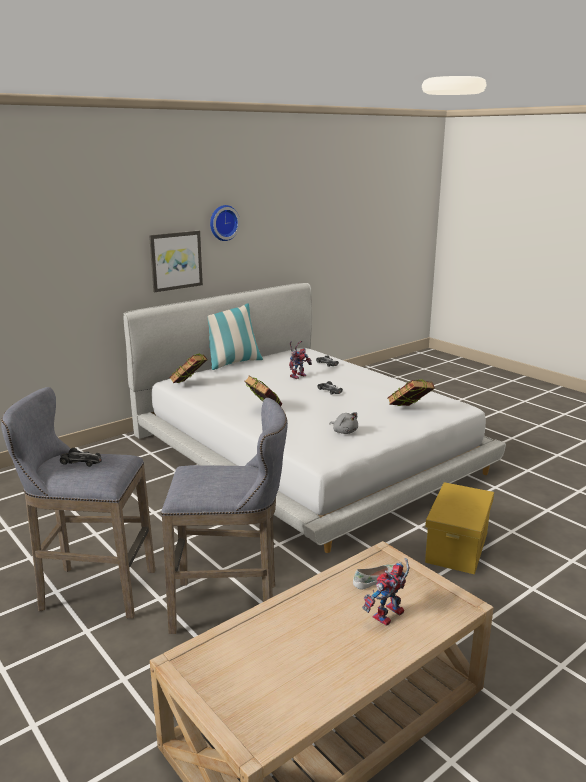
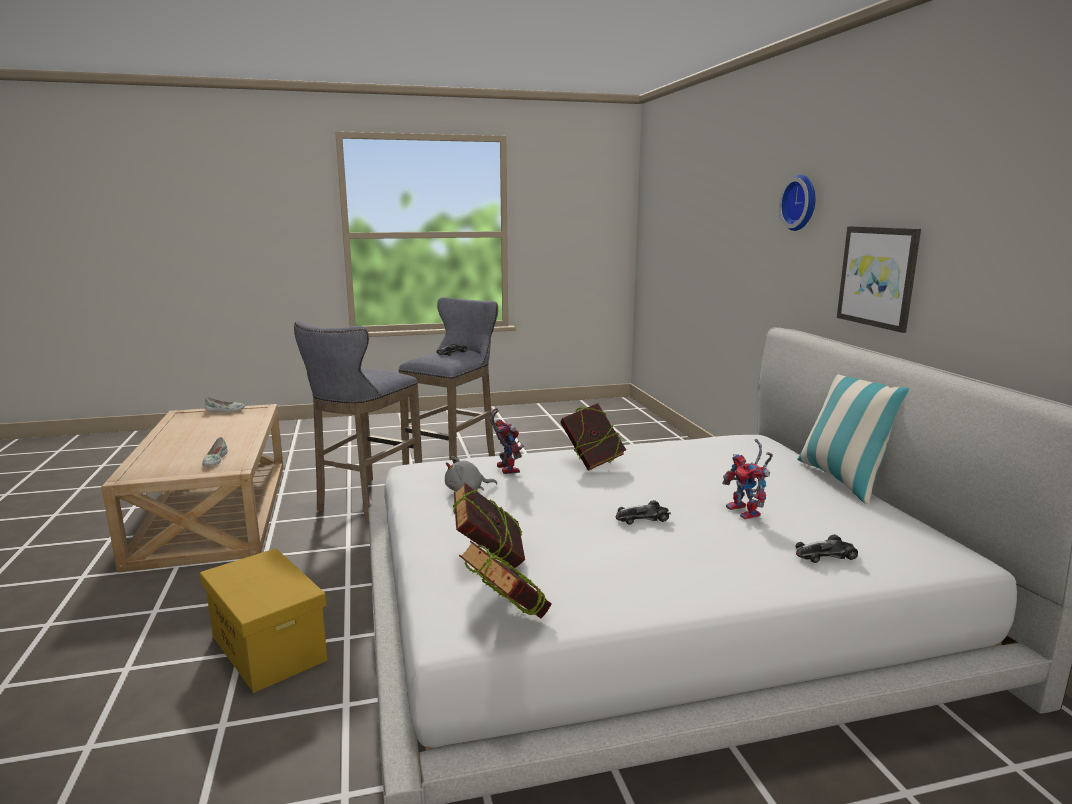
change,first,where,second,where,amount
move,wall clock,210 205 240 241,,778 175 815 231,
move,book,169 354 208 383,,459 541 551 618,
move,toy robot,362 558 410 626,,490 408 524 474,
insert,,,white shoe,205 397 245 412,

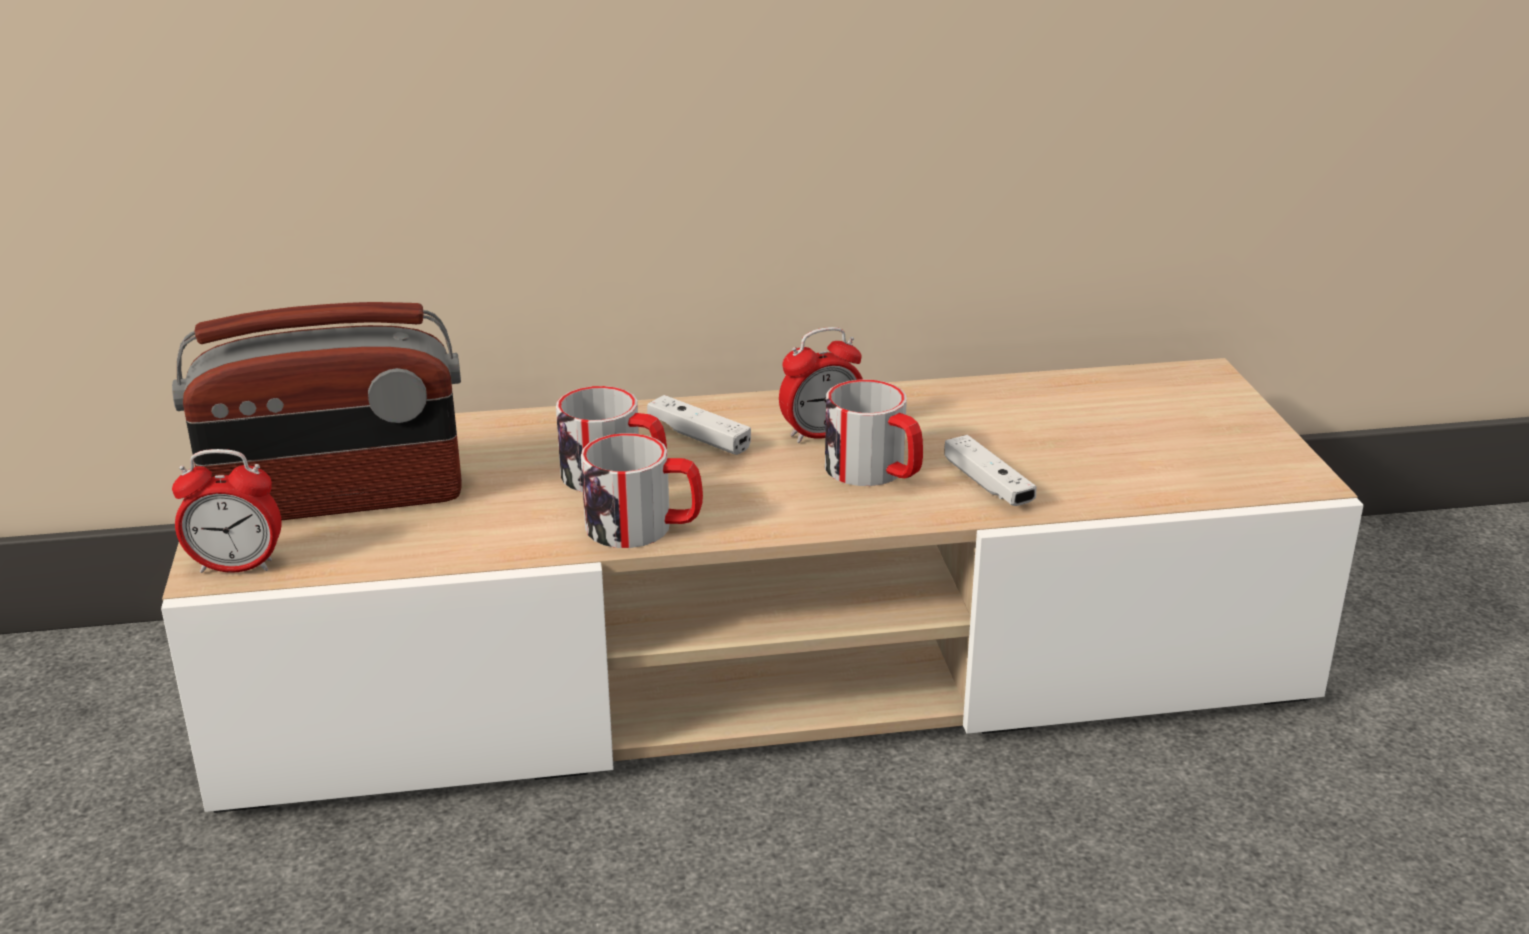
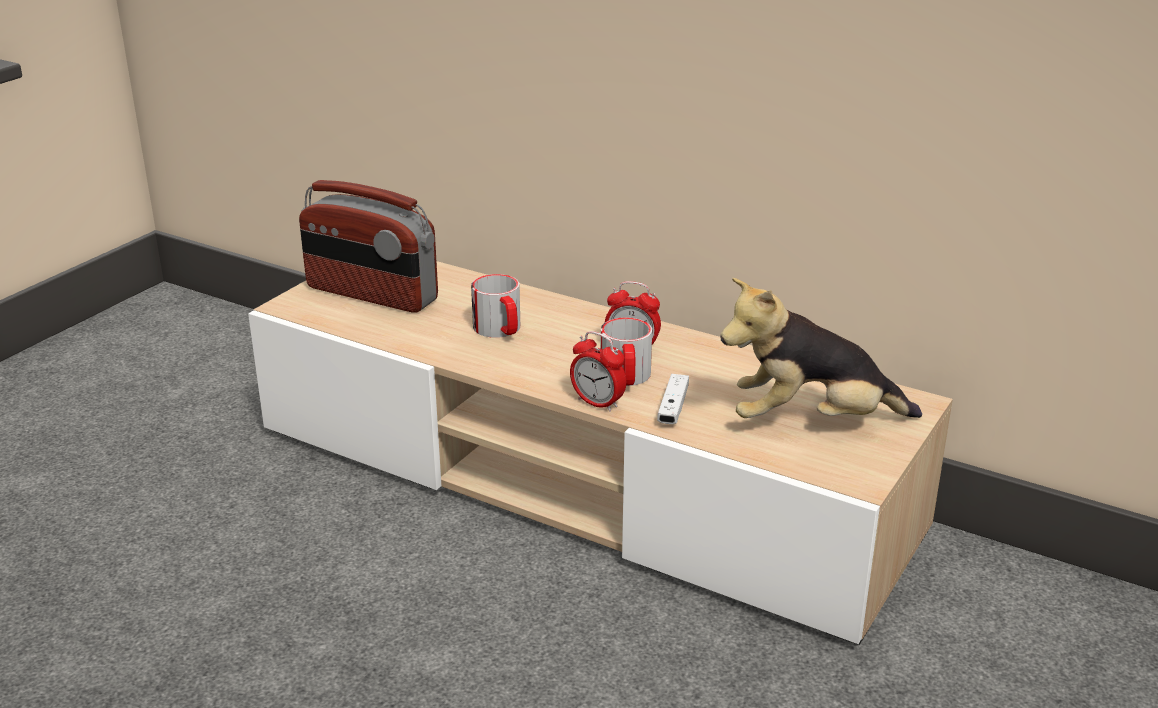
change,first,where,second,where,amount
delete,white game controller,647 395 751 455,,,
delete,mug,581 433 703 548,,,
move,alarm clock,172 449 282 573,,570 331 626 412,
insert,,,plush toy,720 278 922 418,

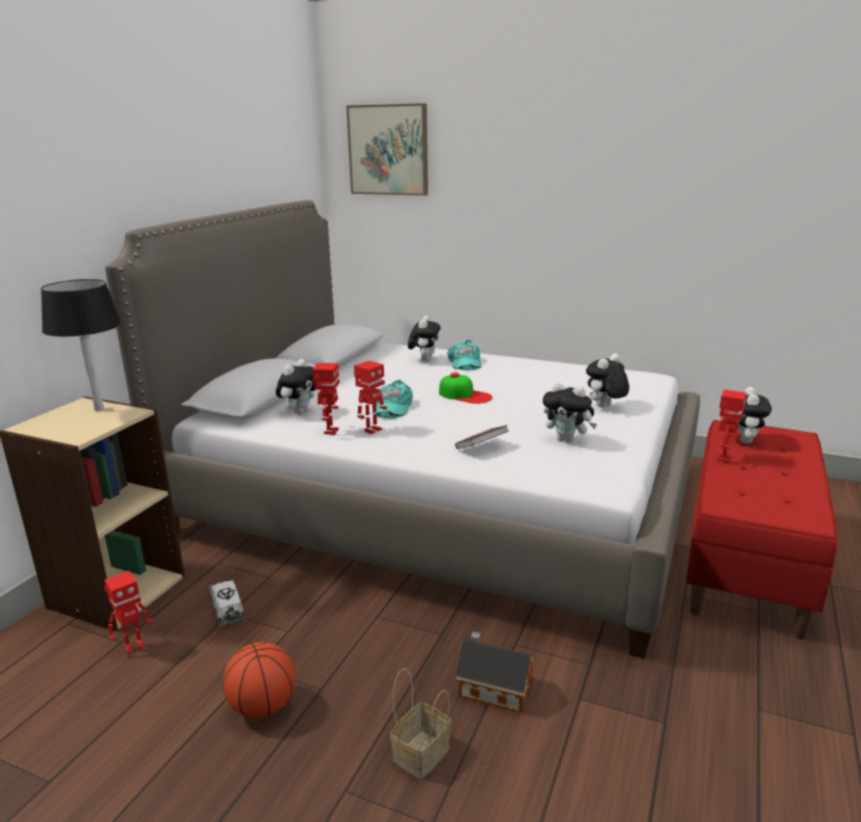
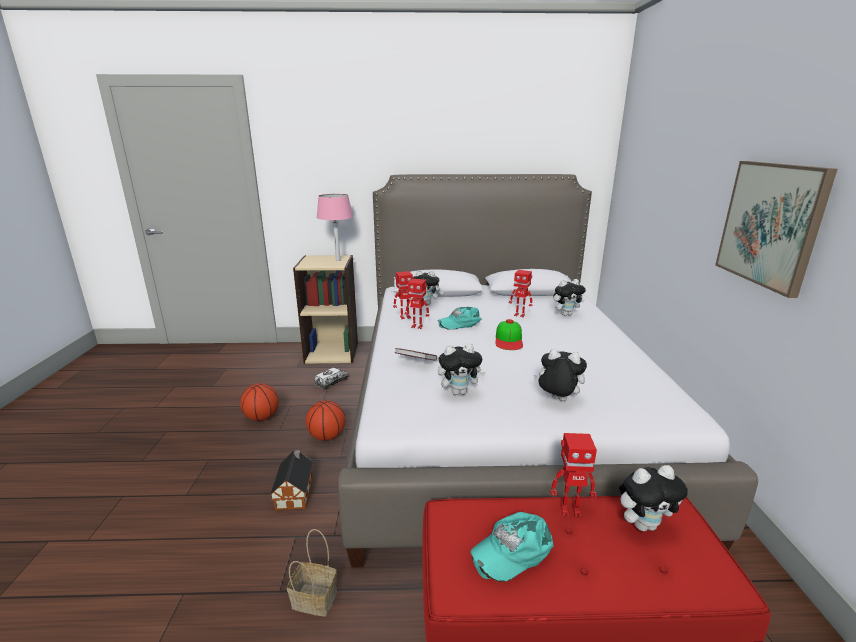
change,first,where,second,where,amount
move,picture,346 103 428 196,,715 161 838 298,
recolor,black table lamp,41 279 121 411,pink table lamp,316 194 353 261,
move,turquoise cap,447 340 482 370,,471 512 554 582,
rotate,plush toy,543 382 597 443,,438 344 486 395,105 degrees counterclockwise
move,toy robot,104 571 153 654,,509 270 532 317,
move,basket,390 668 451 779,,287 529 337 617,
insert,,,basketball,305 400 346 441,

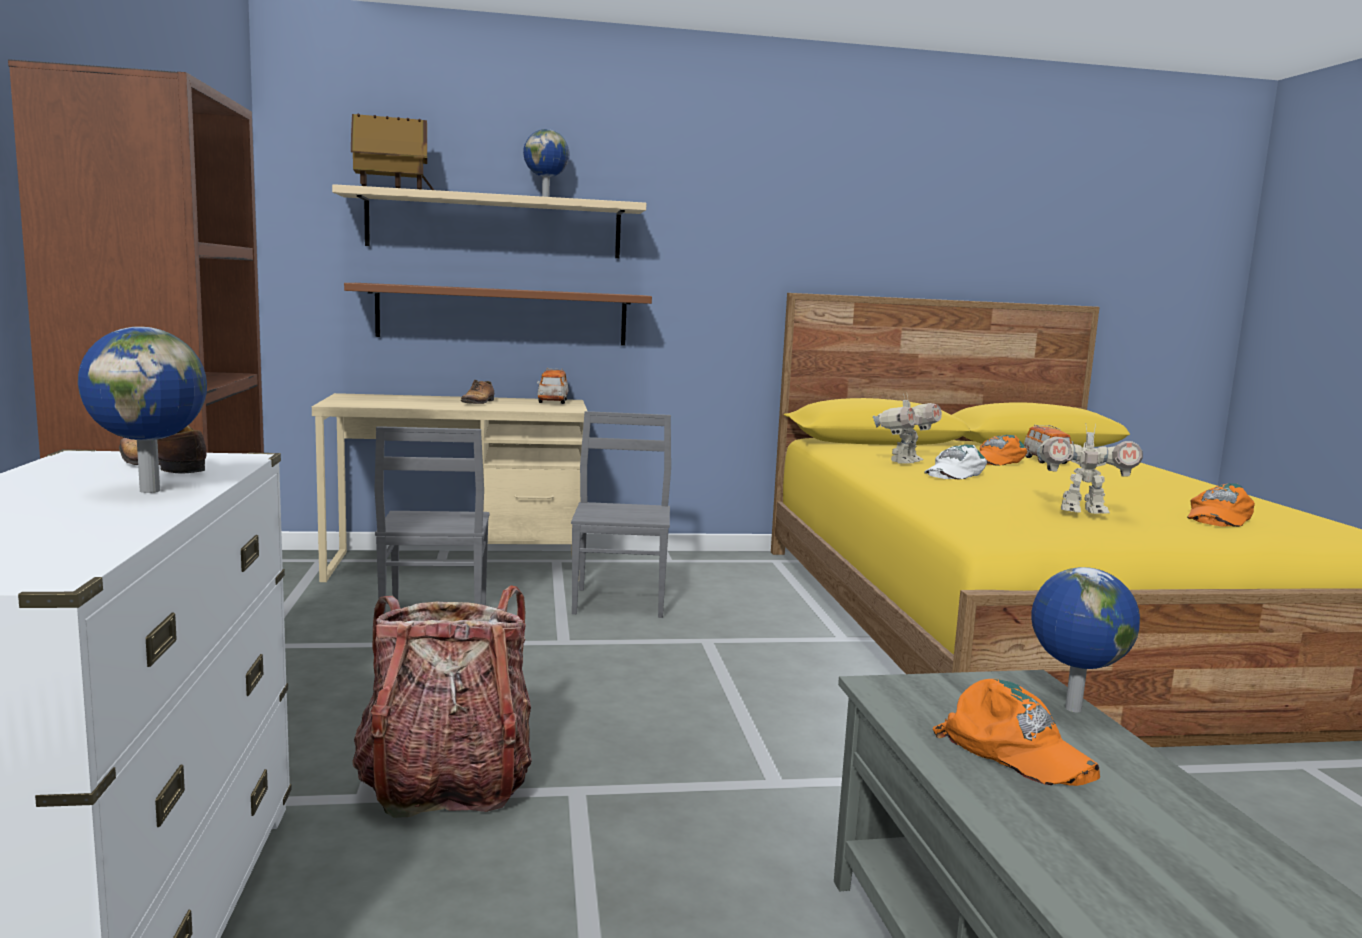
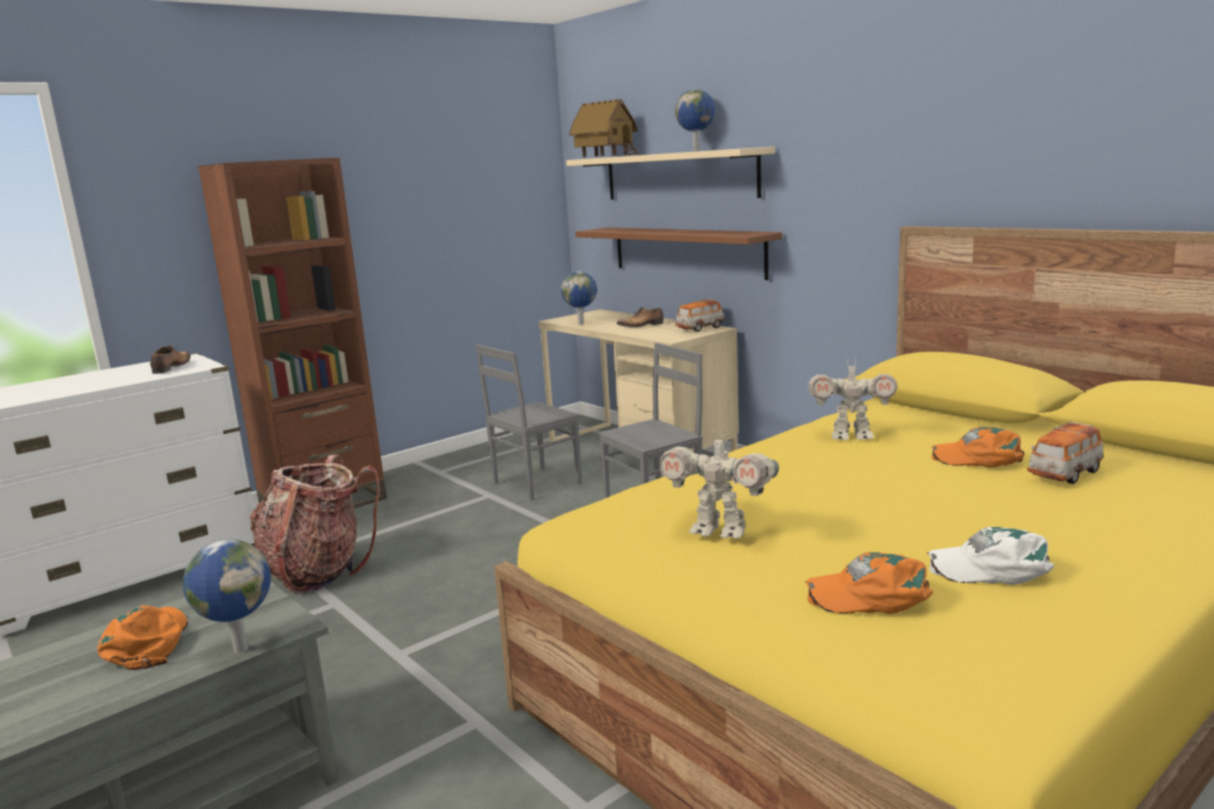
change,first,where,second,where,amount
move,globe,78 327 207 493,,561 271 597 325,
rotate,toy robot,1037 423 1143 514,,659 429 779 539,45 degrees counterclockwise
move,white cap,925 445 987 479,,927 527 1054 585,
rotate,orange cap,933 679 1100 786,,98 605 188 670,150 degrees clockwise

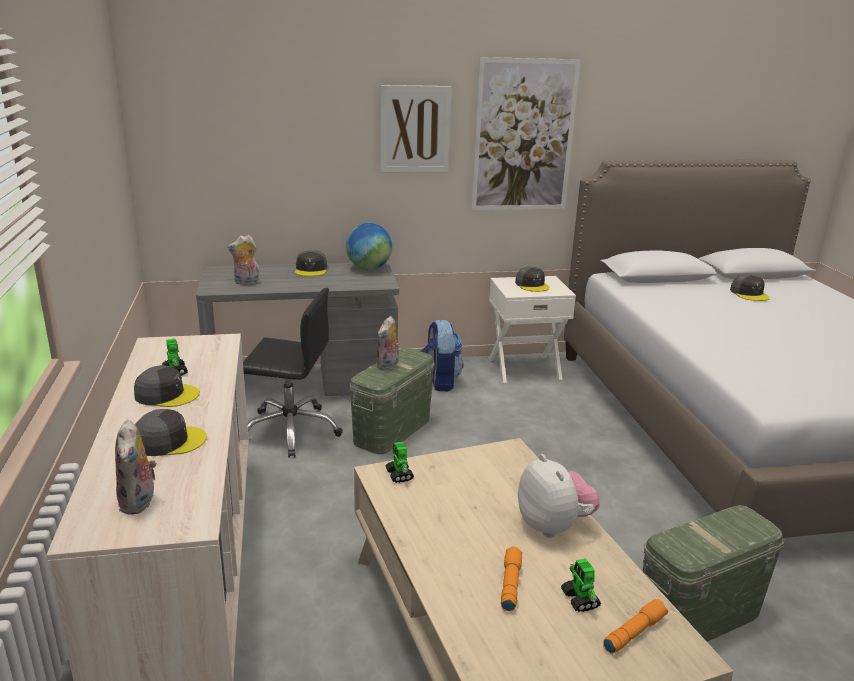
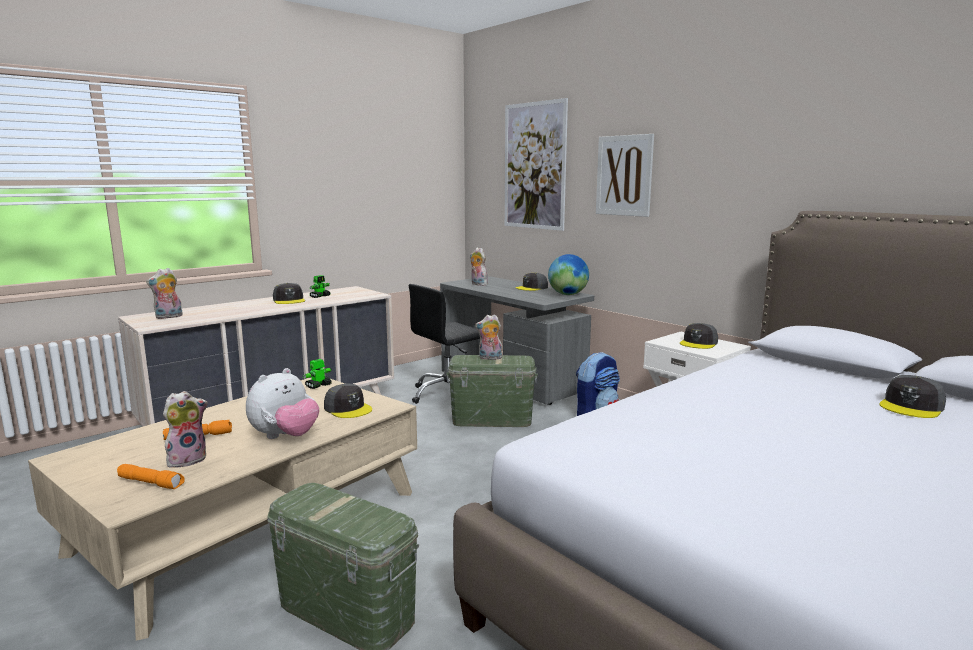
change,first,where,second,where,amount
move,picture,471 57 580 210,,505 98 568 231,
rotate,black office chair,243 288 343 458,,409 284 480 404,75 degrees clockwise
move,grey cap,135 409 207 456,,324 384 372 418,
replace,toy robot,561 559 601 612,plush toy,163 391 208 468,

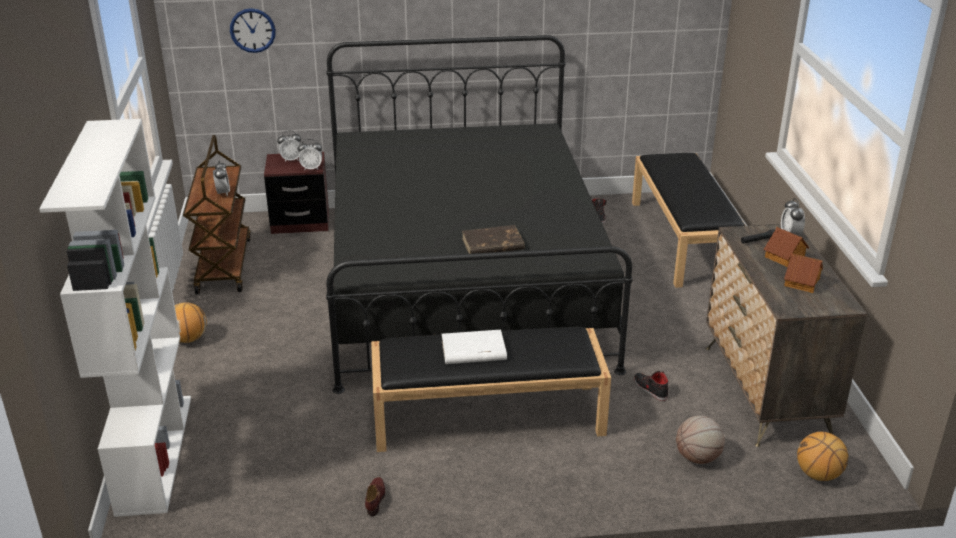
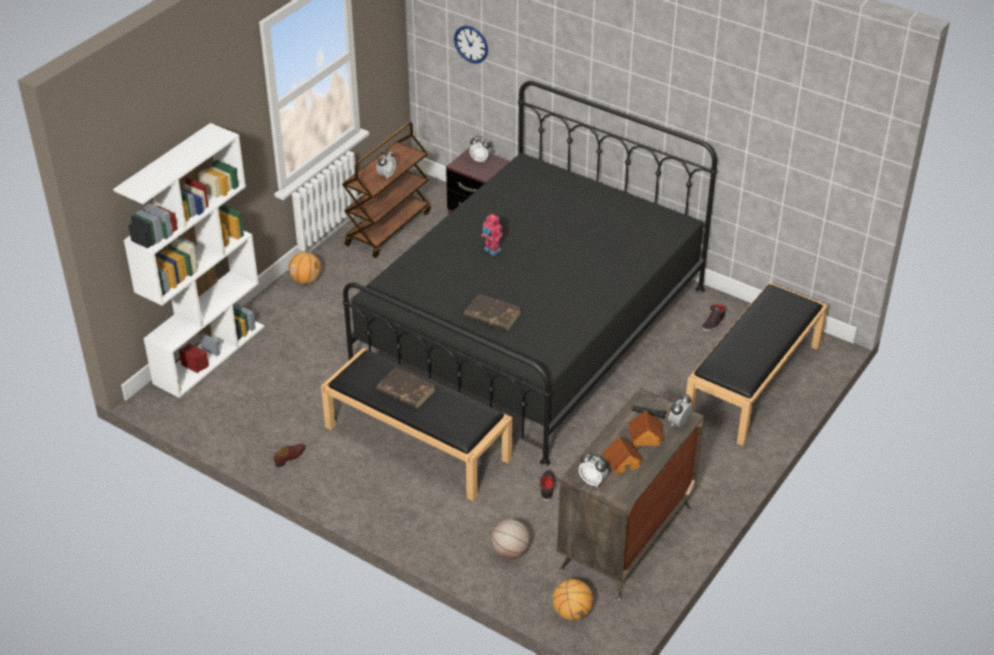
change,first,where,second,where,amount
move,alarm clock,298 139 322 170,,579 452 608 487,
recolor,white book,442 330 507 364,brown book,376 367 435 408,
insert,,,toy robot,481 214 503 255,

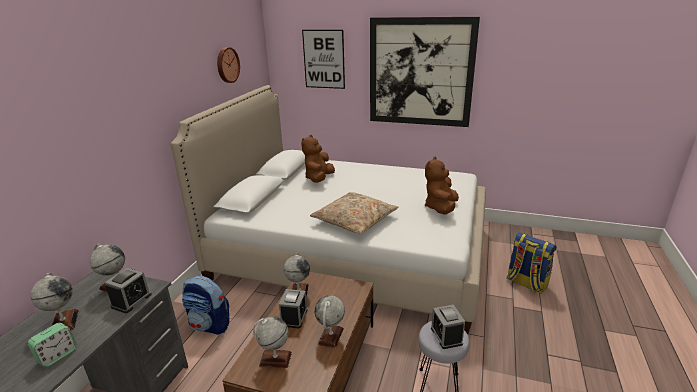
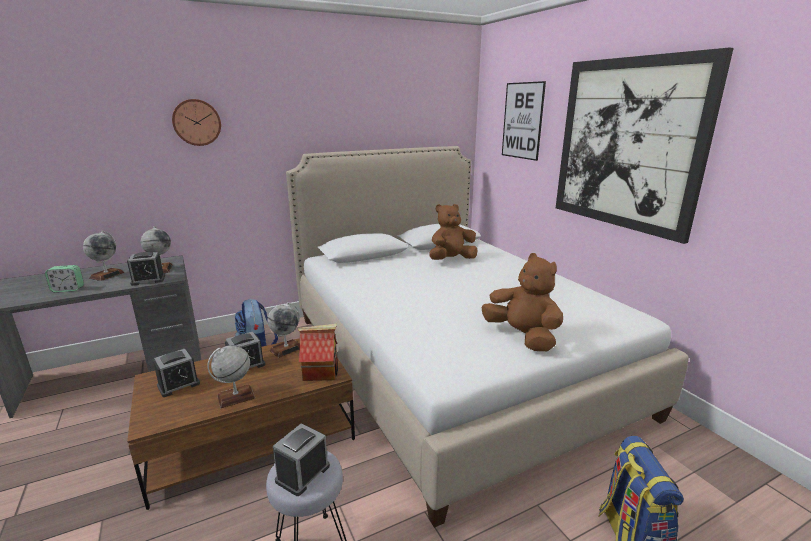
change,first,where,second,where,amount
move,wall clock,217 47 240 83,,172 99 221 146,
rotate,brown plush toy,425 157 459 214,,482 253 563 351,75 degrees clockwise
delete,beige pillow,310 192 399 235,,,
replace,globe,253 316 292 368,alarm clock,153 349 200 397,
insert,,,toy house,298 324 338 381,

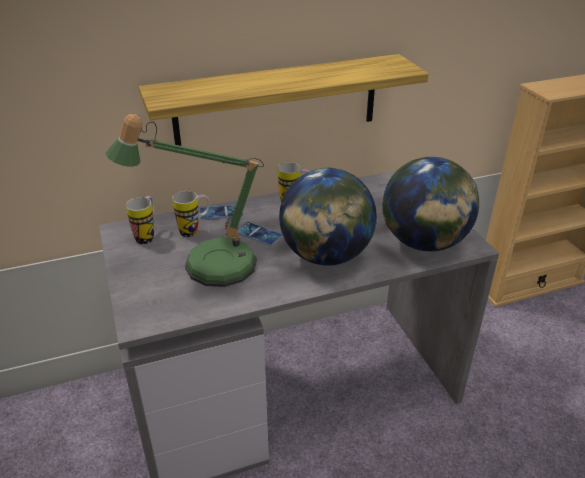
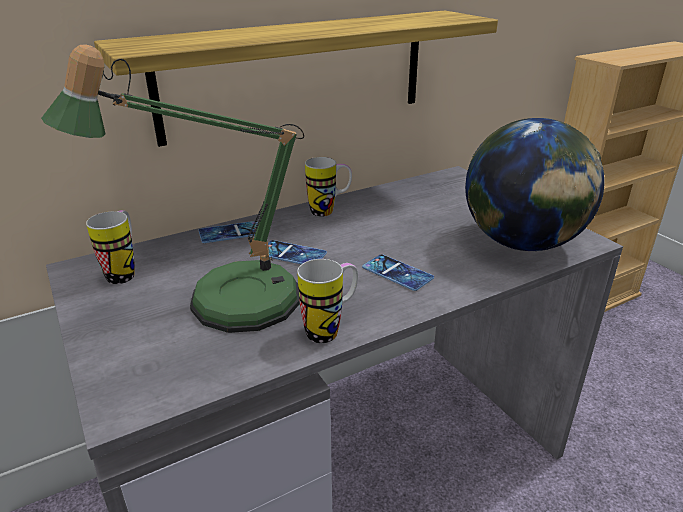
change,first,where,second,where,amount
replace,globe,279 168 377 266,phone,362 254 434 291,
move,mug,172 191 210 237,,297 259 358 343,

